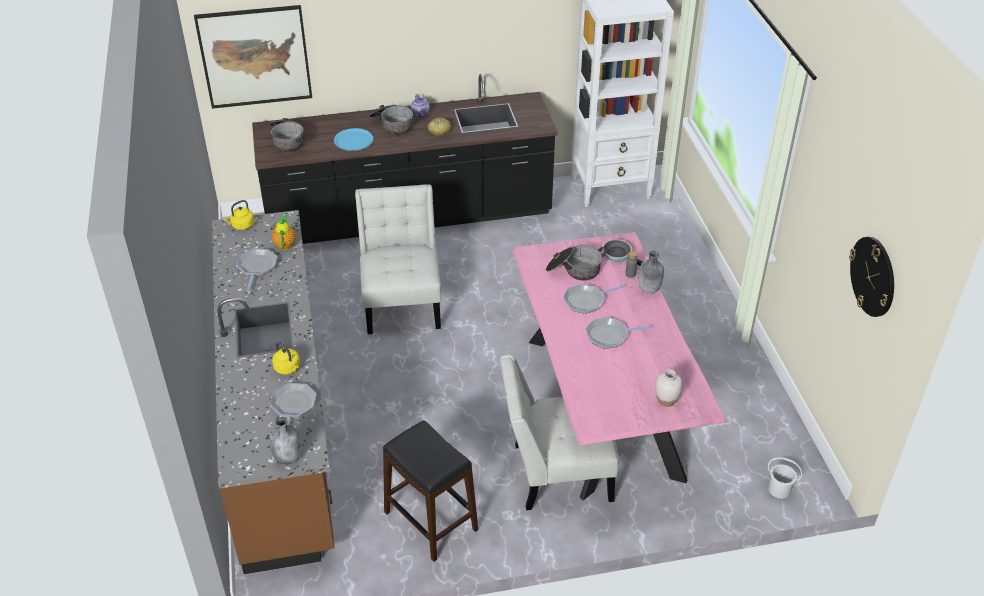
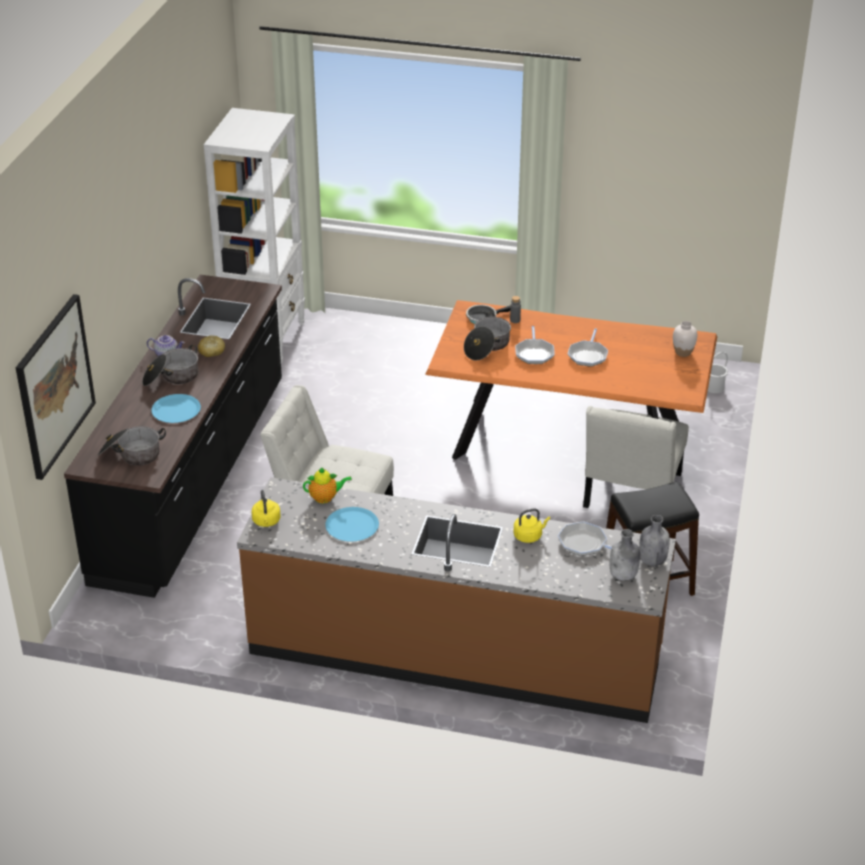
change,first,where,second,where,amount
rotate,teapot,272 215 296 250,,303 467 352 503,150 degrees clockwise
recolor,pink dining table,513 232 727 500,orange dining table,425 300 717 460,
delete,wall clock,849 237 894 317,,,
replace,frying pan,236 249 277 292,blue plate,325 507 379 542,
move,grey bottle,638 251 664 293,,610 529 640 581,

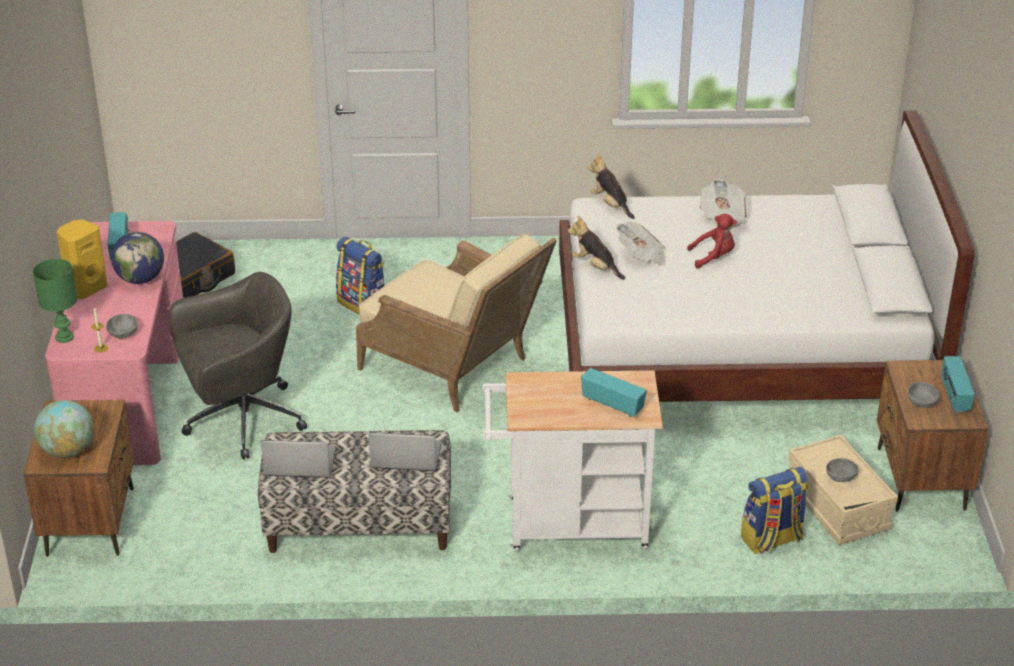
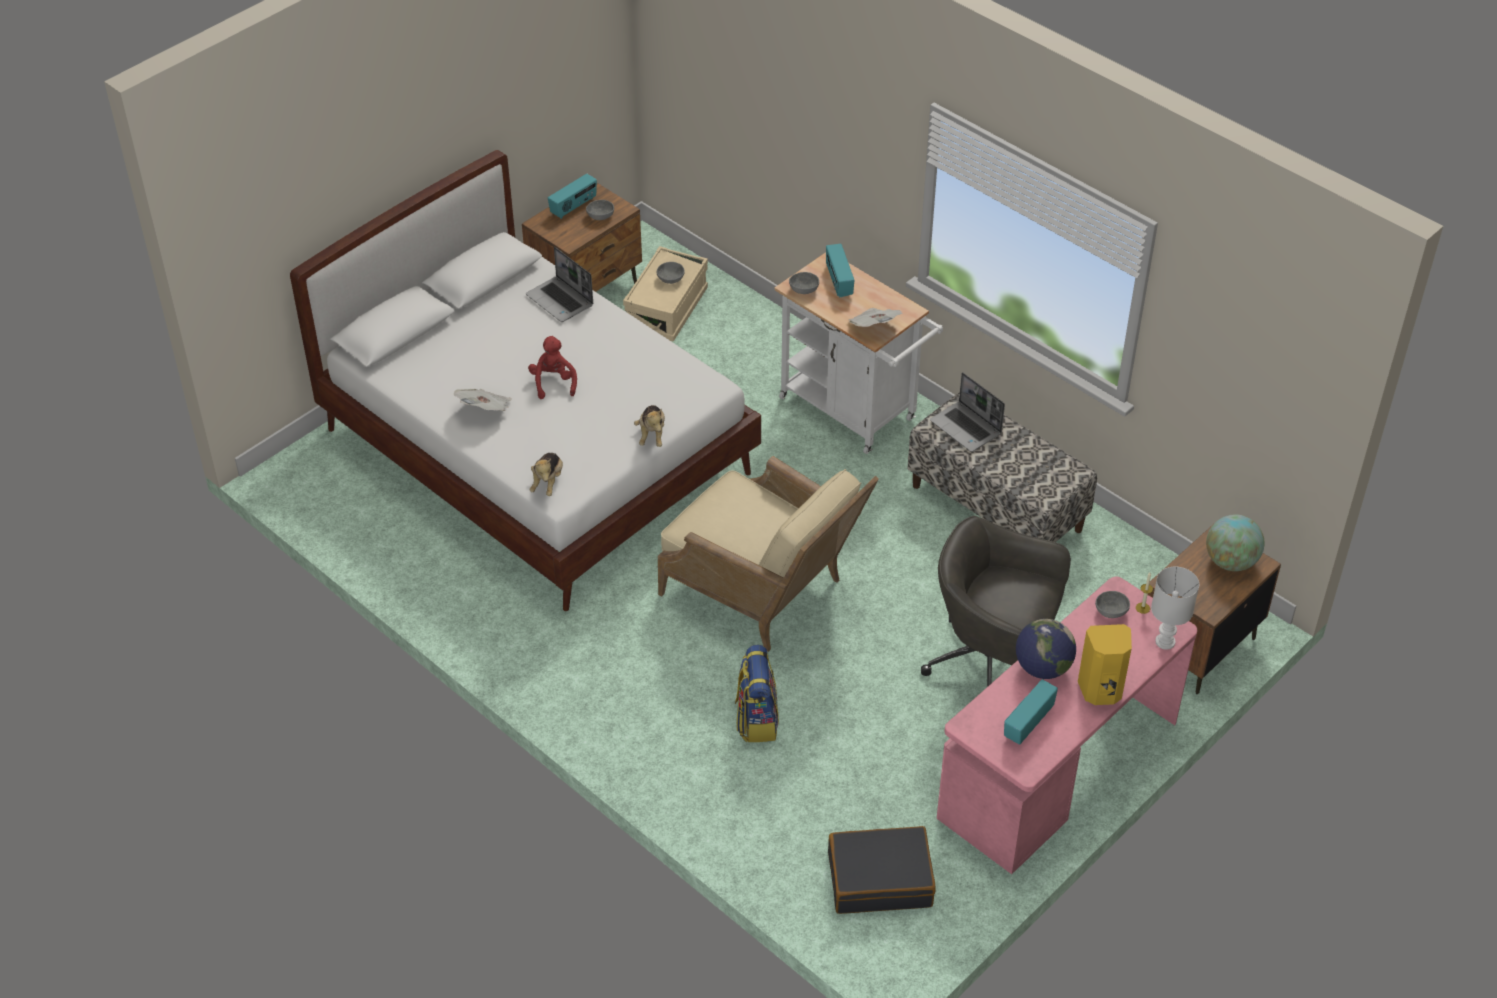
change,first,where,second,where,amount
rotate,red plush toy,687 214 737 269,,528 336 577 399,45 degrees clockwise
move,newspaper,616 222 666 266,,849 308 902 327,
rotate,beige armchair,356 233 557 412,,658 456 879 652,135 degrees clockwise
recolor,green table lamp,33 259 78 343,white table lamp,1151 567 1199 650,
move,laptop,261 440 336 478,,526 247 593 322,
delete,backpack,741 467 808 554,,,
insert,,,grey bowl,789 272 819 294,

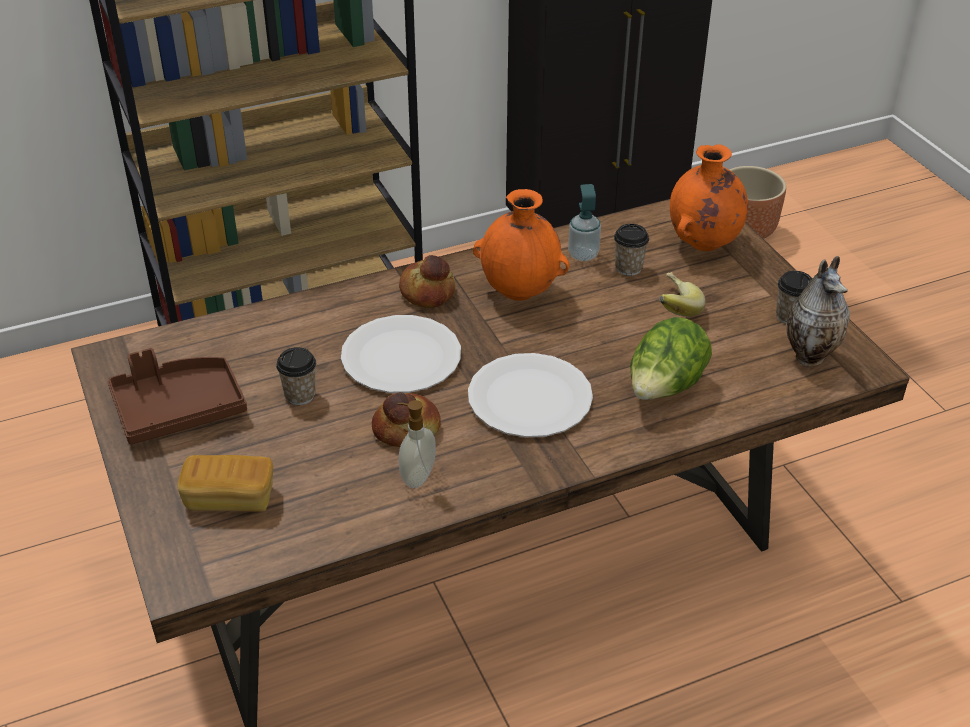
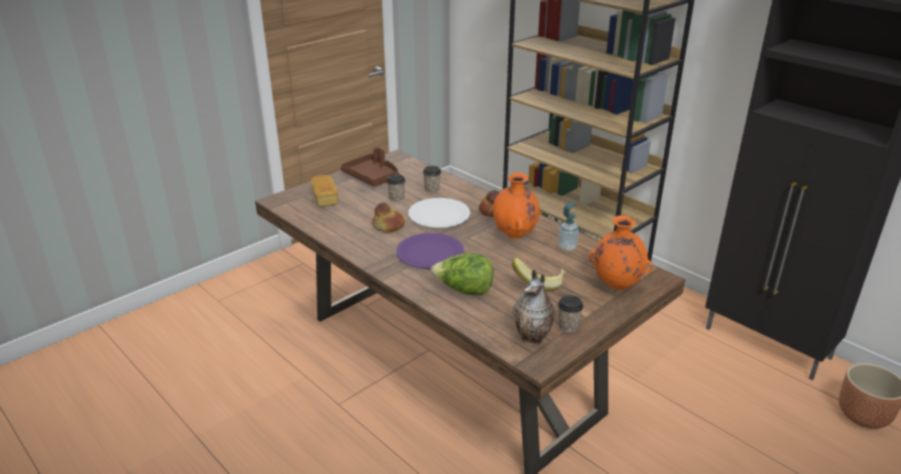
change,first,where,second,where,amount
move,cup,614 224 649 276,,423 166 441 193,
recolor,white plate,468 353 593 437,purple plate,397 233 464 269,
delete,soap dispenser,397 400 436 488,,,

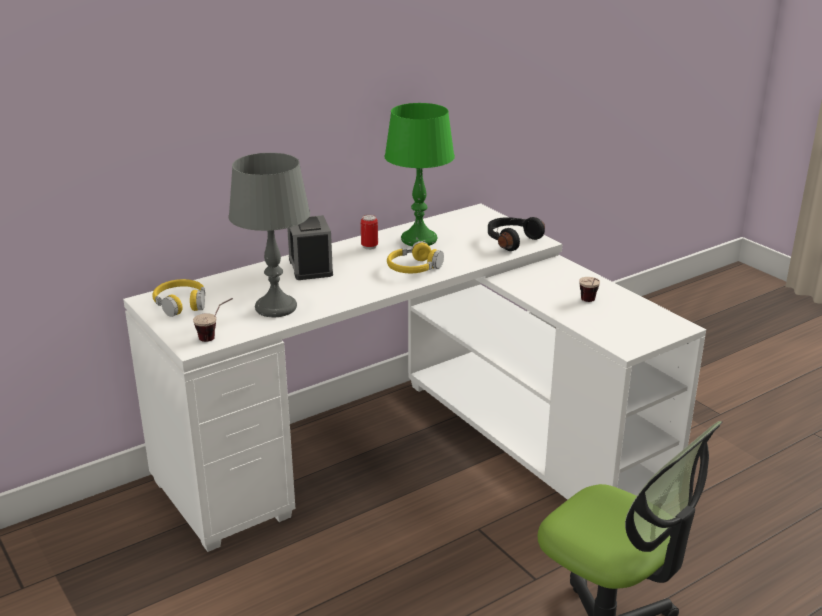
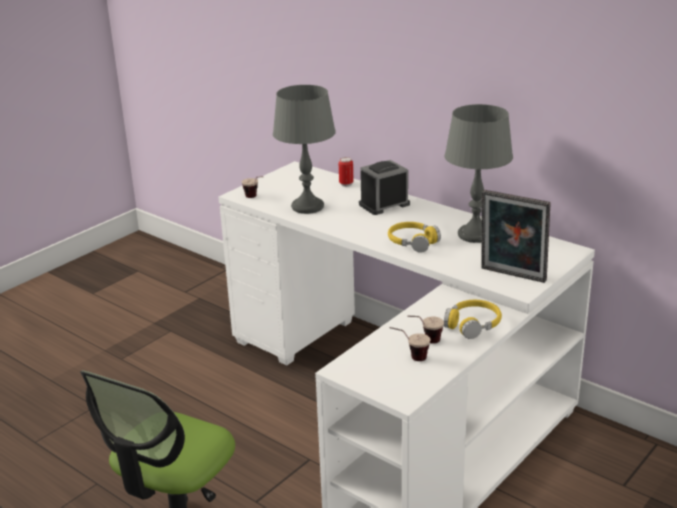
change,first,where,second,where,amount
recolor,green table lamp,384 103 455 246,grey table lamp,444 104 513 243,
move,can,361 215 378 250,,339 157 354 187,
replace,black headphones,488 217 545 251,picture frame,481 190 550 283,
move,yellow headphones,152 279 205 317,,444 300 502 339,
insert,,,cup,390 327 430 361,

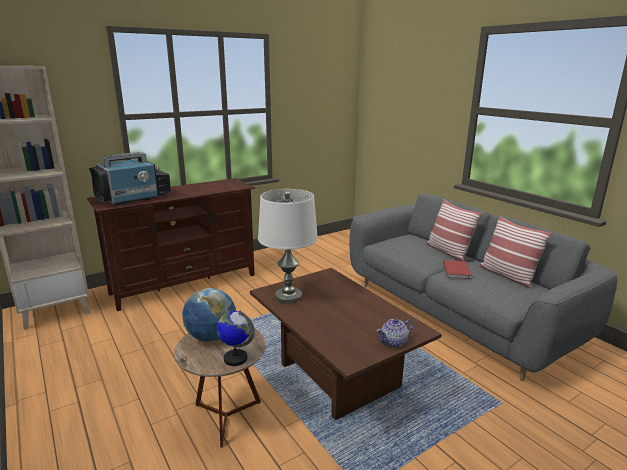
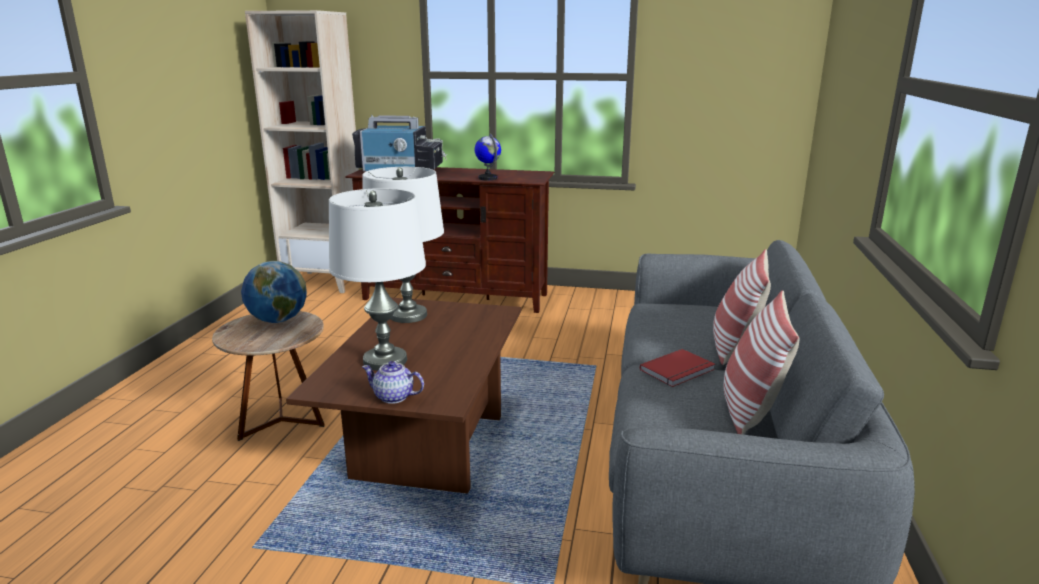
change,first,where,second,where,amount
move,globe,217 311 255 366,,475 133 501 180,
insert,,,white table lamp,329 188 426 371,

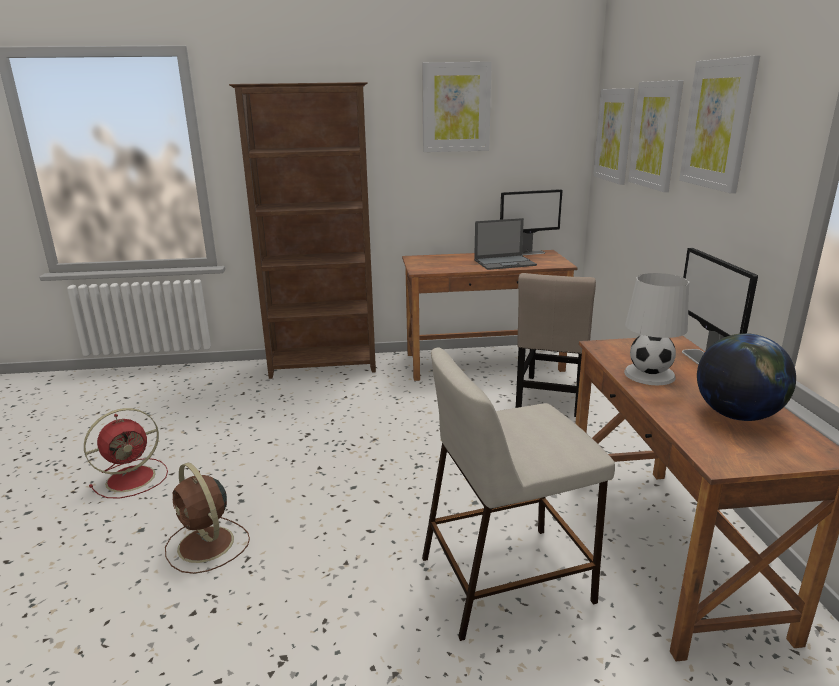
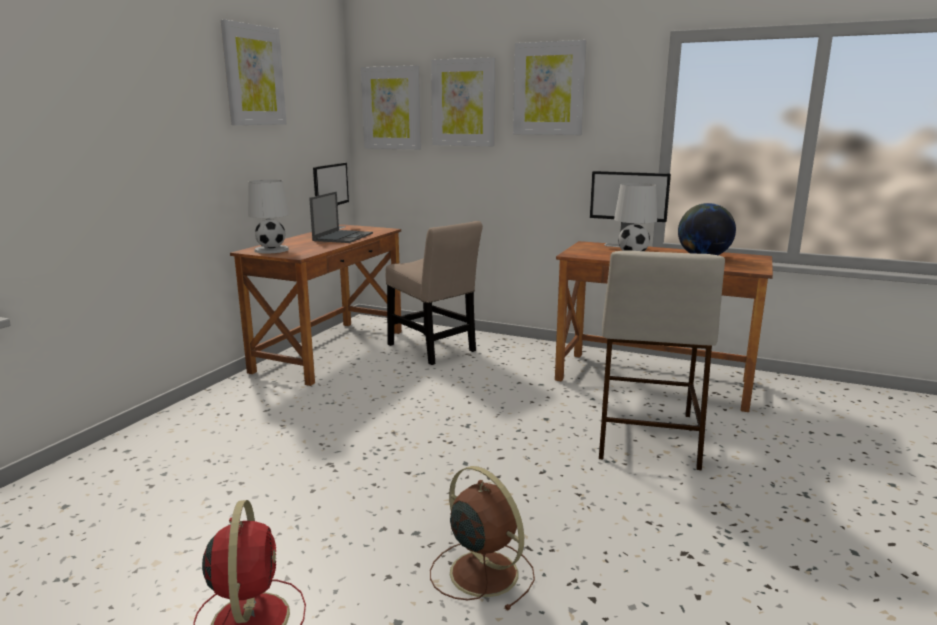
change,first,where,second,where,amount
delete,brown bookcase,229 82 376 379,,,
rotate,brown fan,165 463 250 574,,430 466 535 611,120 degrees counterclockwise
insert,,,white table lamp,248 180 289 254,

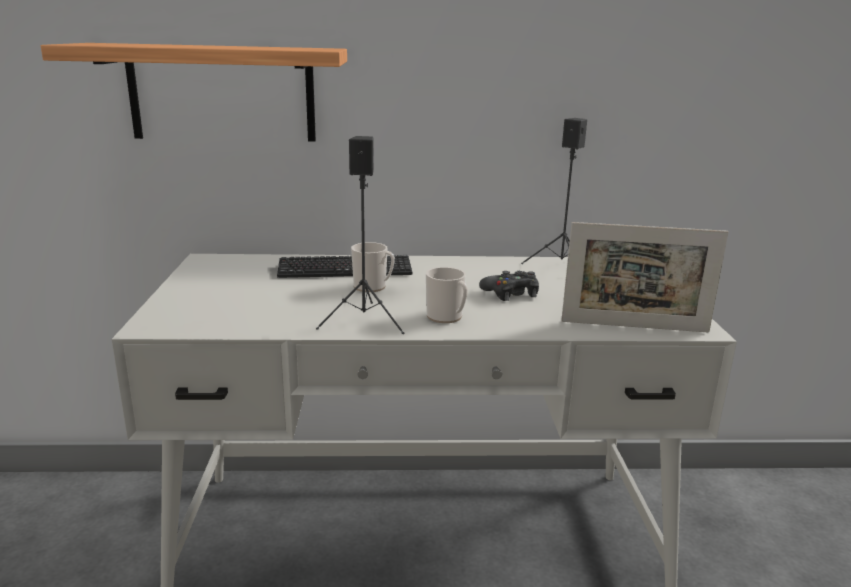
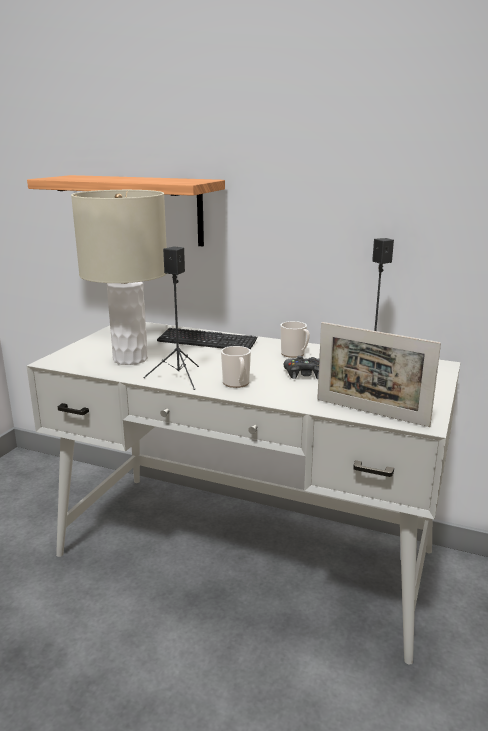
change,first,where,second,where,amount
move,mug,351 242 395 292,,281 321 310 358,
insert,,,beige table lamp,71 190 167 365,

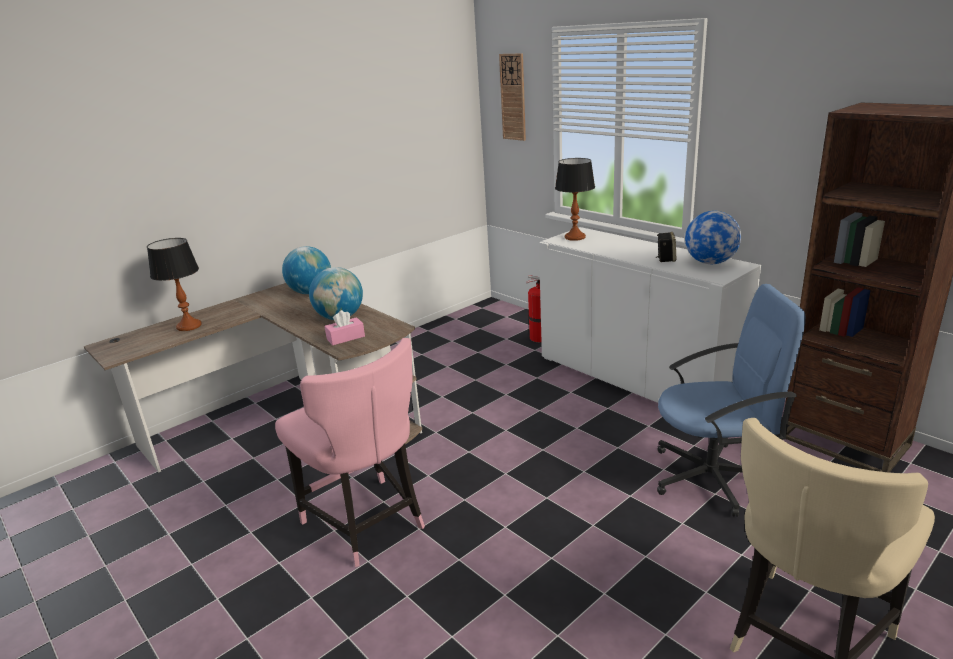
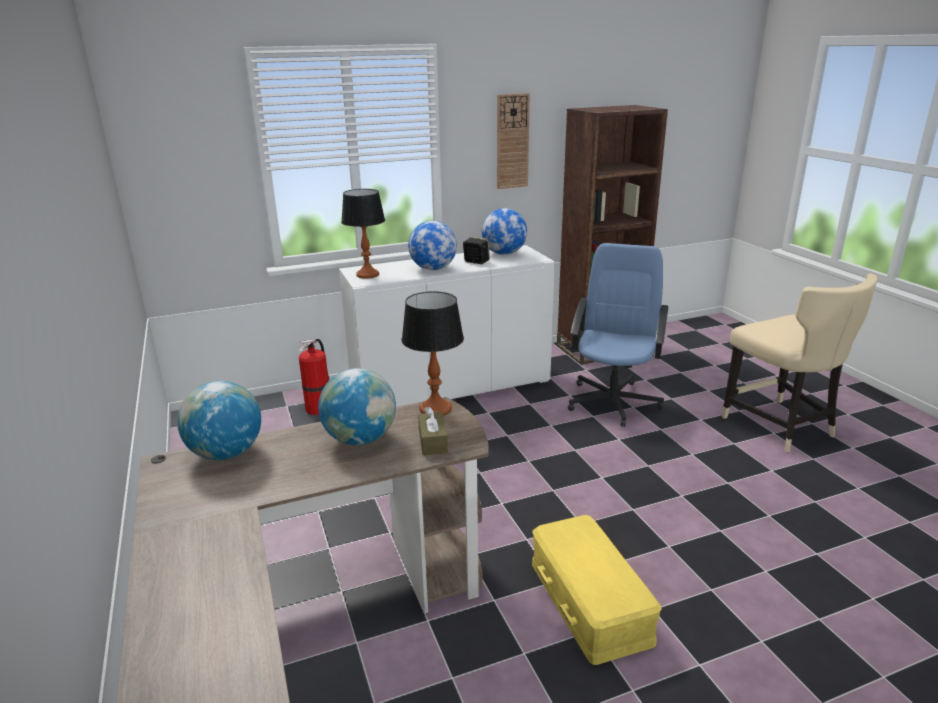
change,first,where,second,where,amount
move,wall clock,499 53 526 141,,497 93 530 189,
move,table lamp,147 238 202 331,,402 291 464 416,
recolor,pink tissue box,325 310 365 345,brown tissue box,418 407 448 455,
replace,pink chair,275 338 425 567,yellow storage box,532 515 662 665,
insert,,,globe,408 221 457 270,

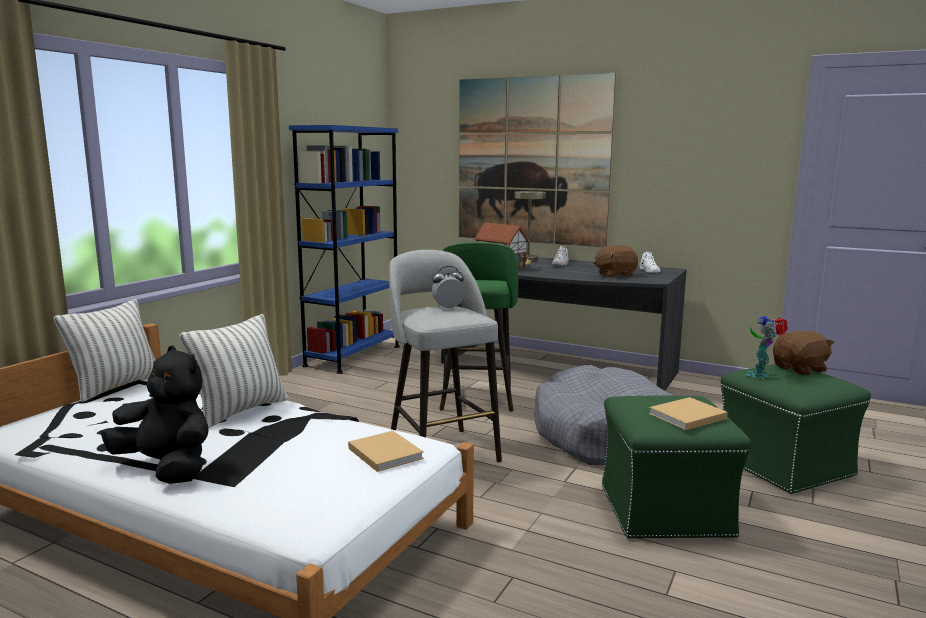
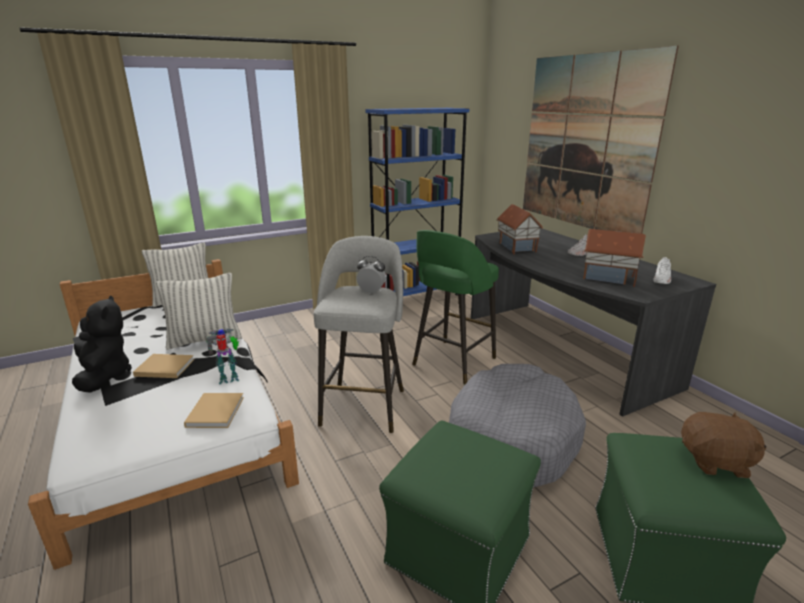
change,first,where,second,where,amount
delete,beige table lamp,514 191 546 264,,,
replace,brown plush toy,593 245 638 278,toy house,583 229 646 287,
move,toy robot,745 316 788 379,,206 328 240 384,
move,beige book,649 397 728 430,,133 354 194 378,

